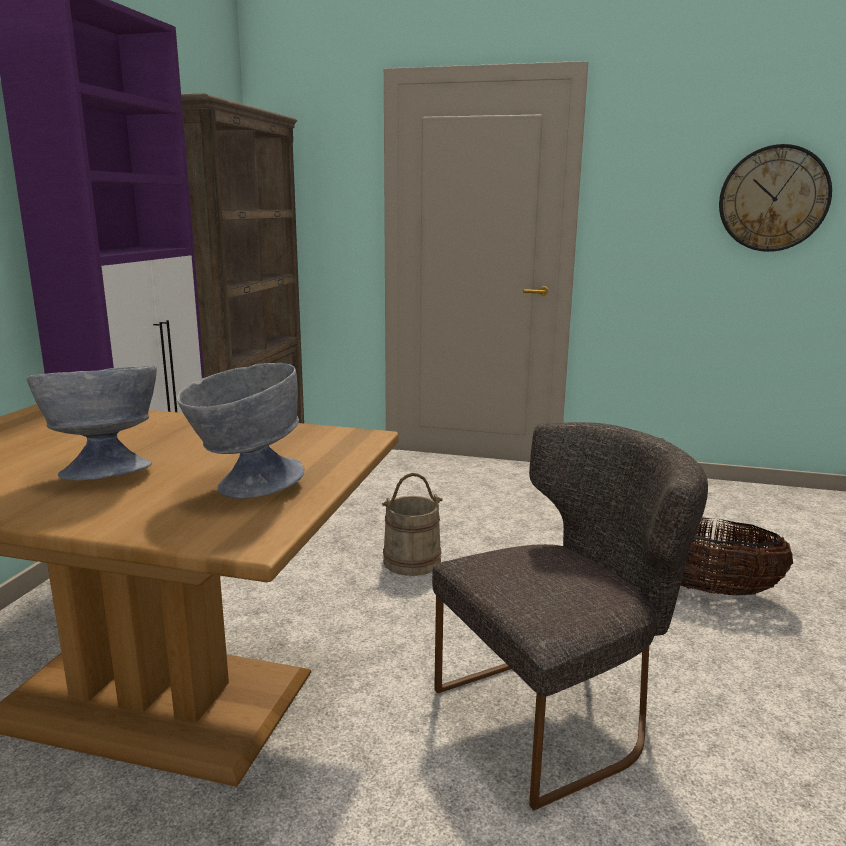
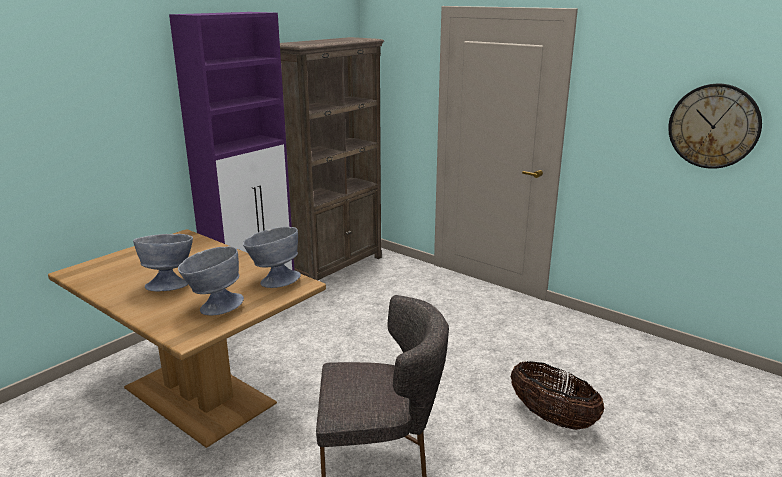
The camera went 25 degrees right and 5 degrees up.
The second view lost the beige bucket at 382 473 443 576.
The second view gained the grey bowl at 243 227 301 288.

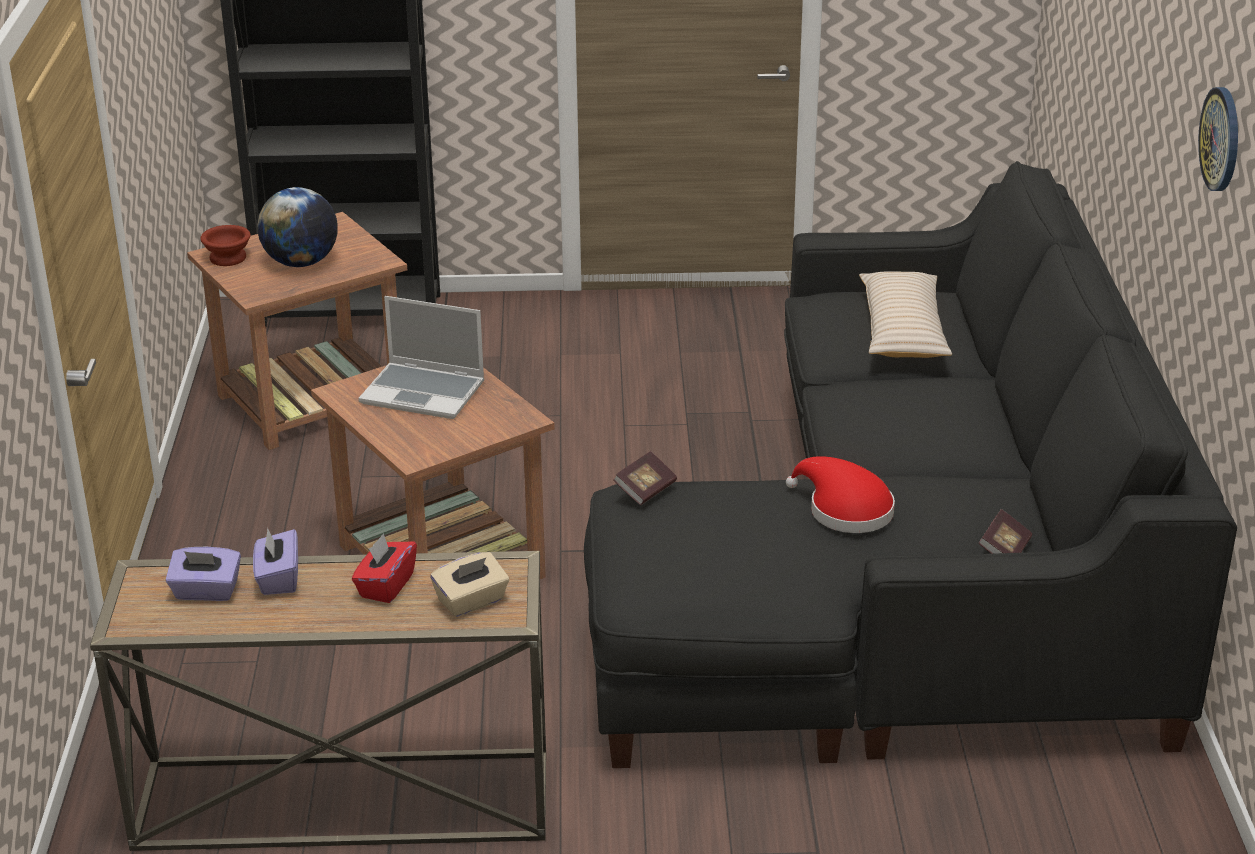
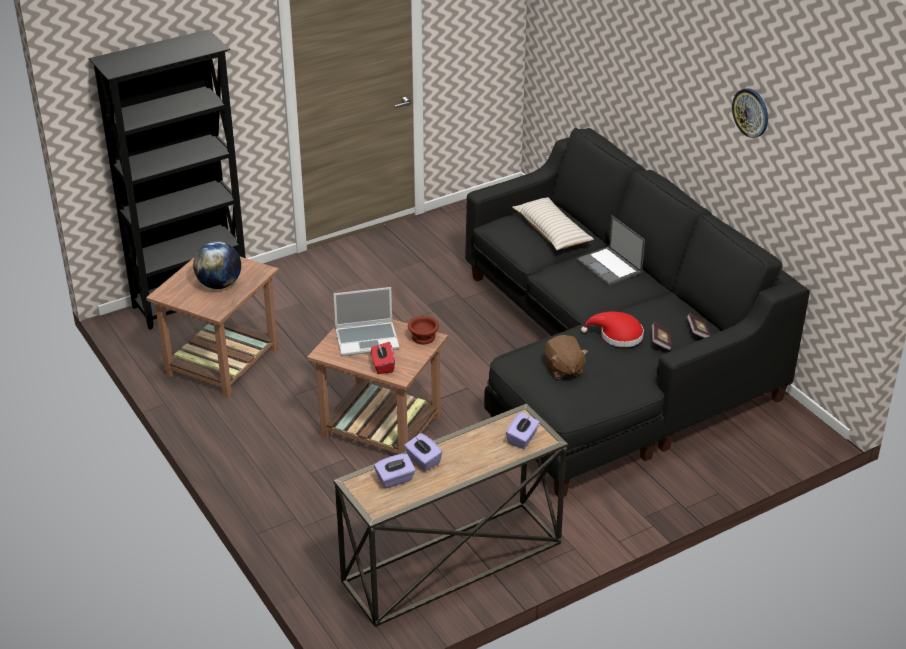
The camera went 30 degrees left and 5 degrees up.
The second view gained the brown plush toy at 544 335 588 379.
The second view gained the laptop at 577 215 645 286.
The brown bowl ended up elsewhere, having gone from 200 225 251 266 to 408 316 439 344.
The red tissue box ended up elsewhere, having gone from 352 533 417 603 to 371 342 395 374.
The book ended up elsewhere, having gone from 613 451 677 505 to 652 322 672 350.
What was the beige tissue box at 431 552 509 617 turned into the purple tissue box at 506 412 540 449.

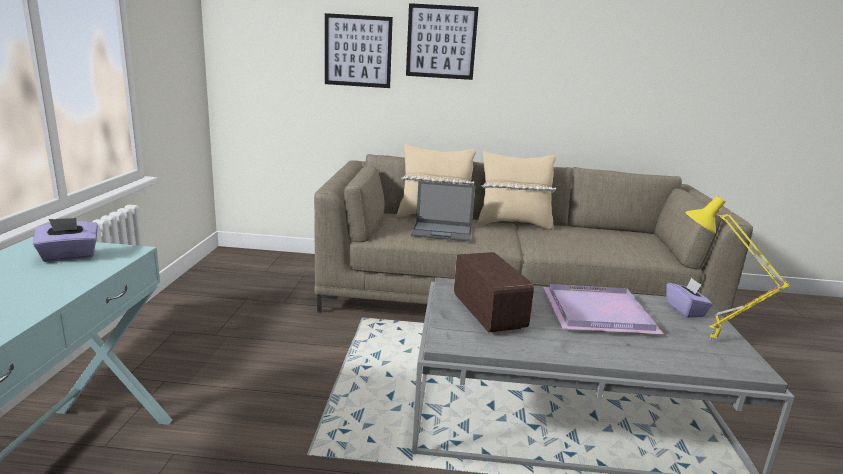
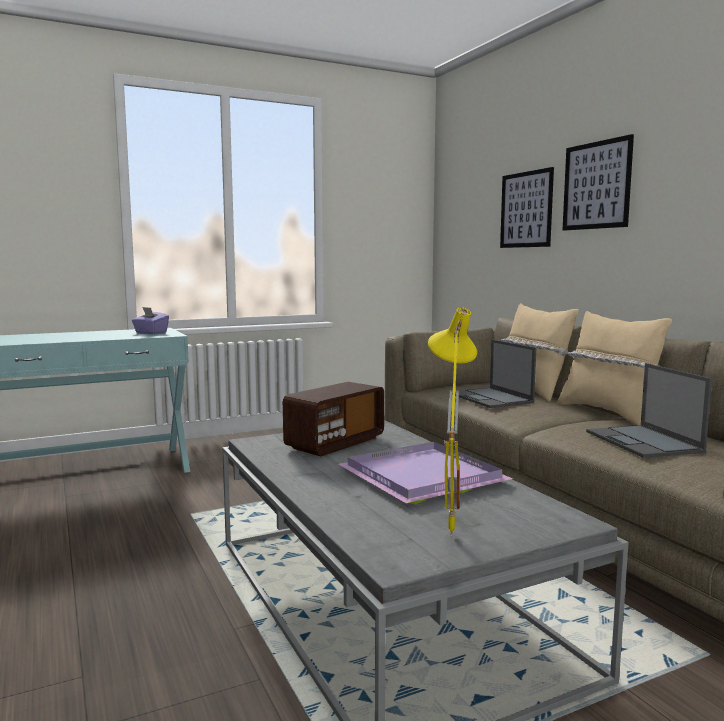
The camera went 60 degrees right and 10 degrees down.
The second view lost the purple tissue box at 666 278 713 318.
The second view gained the laptop at 586 363 712 458.

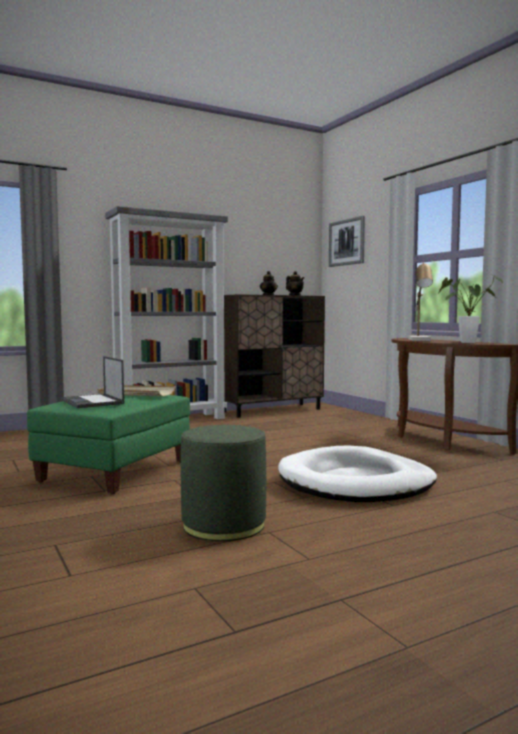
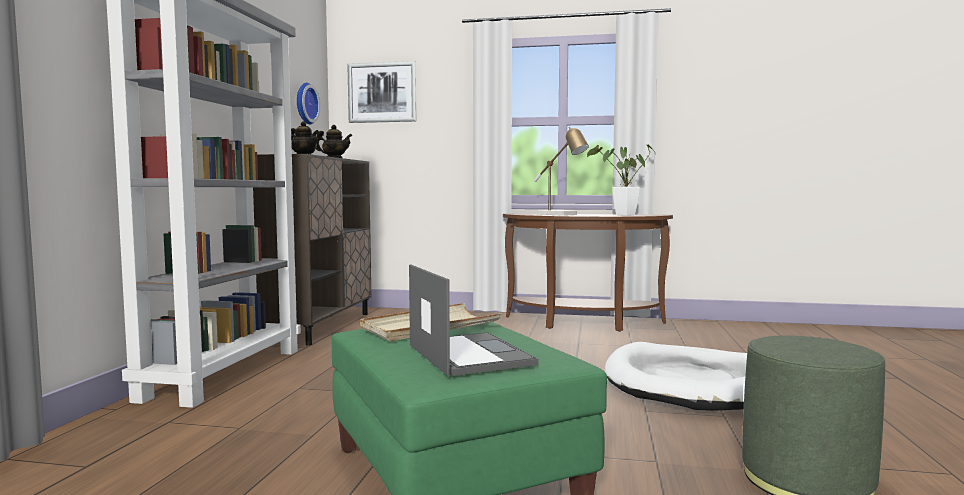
The camera went 50 degrees left and 0 degrees up.
The second view gained the wall clock at 297 83 320 124.
The laptop at 61 356 124 408 ended up facing another way, 120 degrees counterclockwise from before.

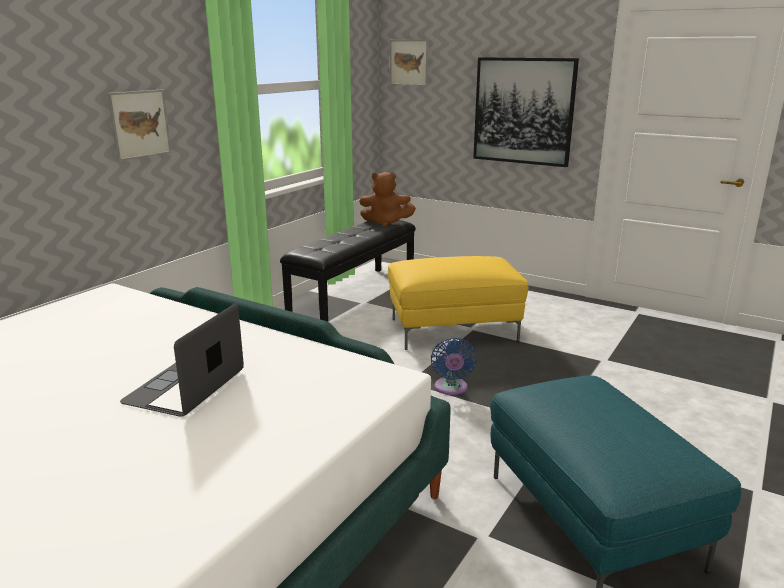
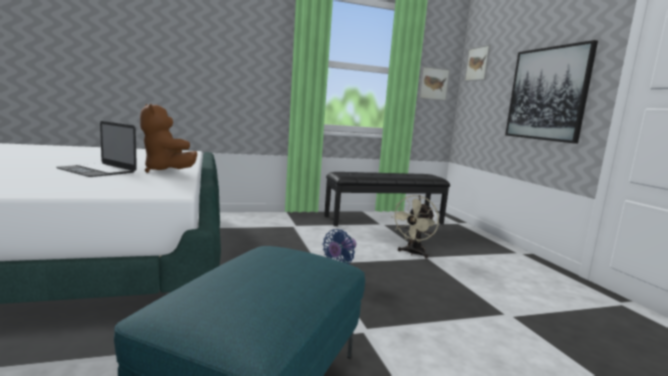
The camera went 40 degrees right and 10 degrees down.
The picture ended up elsewhere, having gone from 107 90 171 161 to 419 66 450 101.
The brown plush toy ended up elsewhere, having gone from 359 172 416 227 to 140 103 197 173.
Where the yellow ottoman stood at 388 256 528 350, the beige fan came to stand at 391 195 439 259.
The laptop at 120 304 244 417 ended up facing another way, 120 degrees counterclockwise from before.

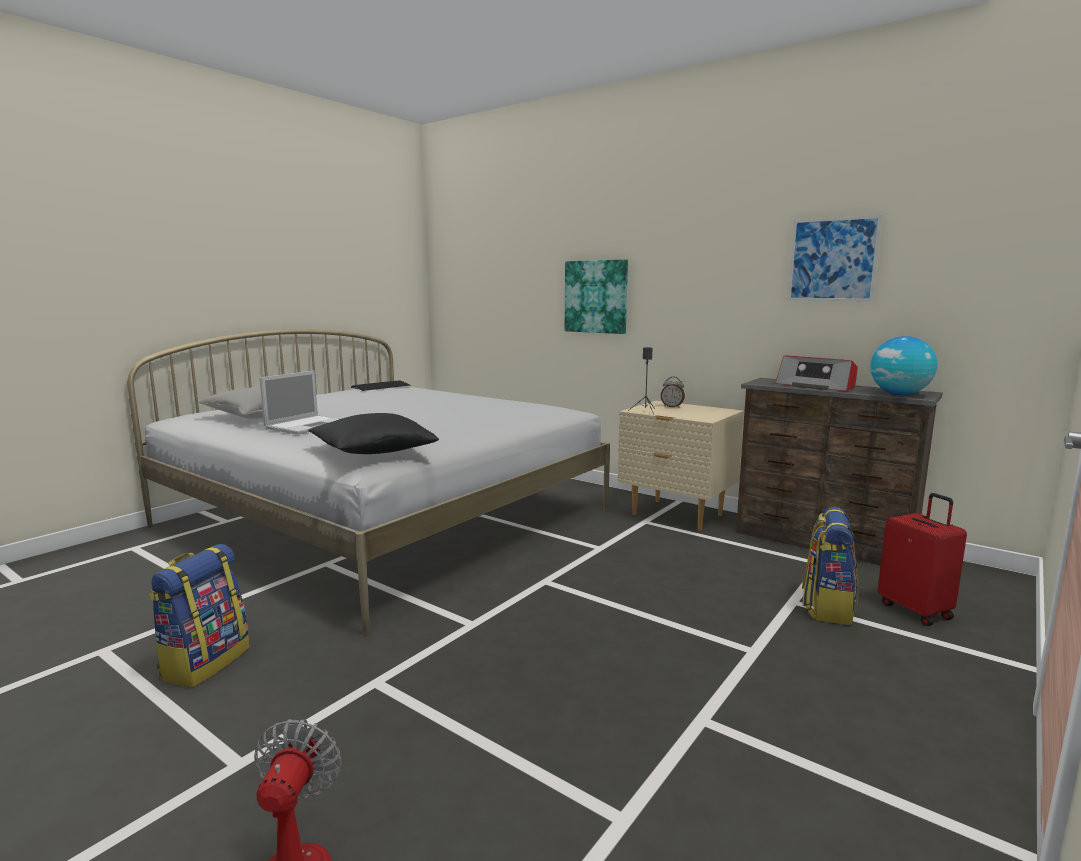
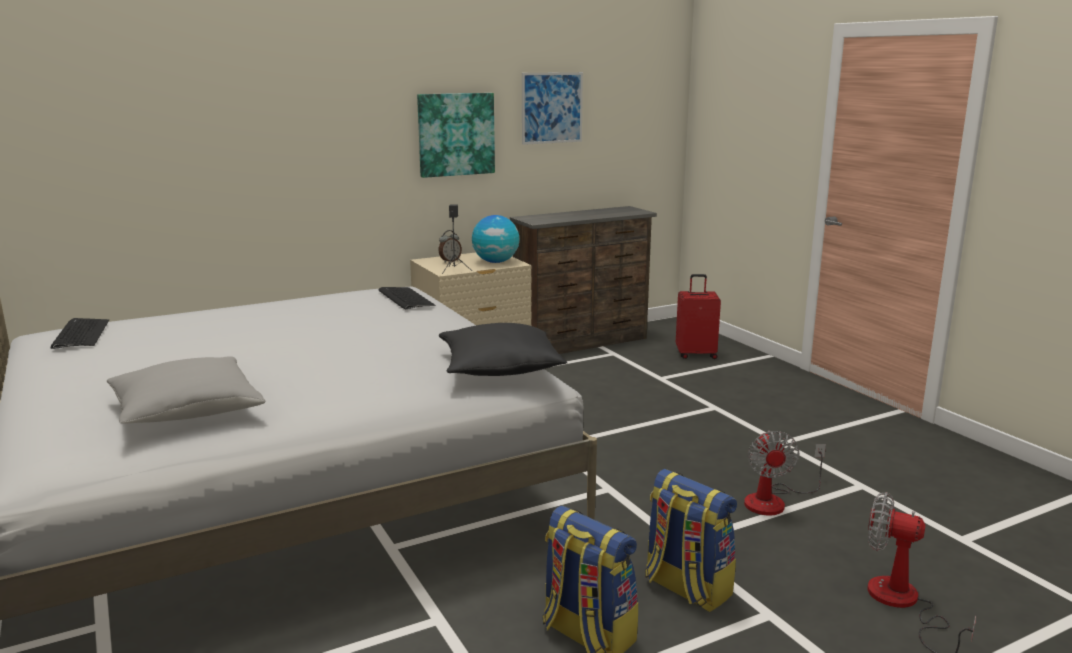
The camera went 65 degrees left and 5 degrees up.
The second view lost the laptop at 260 371 339 435.
The second view lost the radio at 775 355 858 391.
The second view gained the keyboard at 379 287 435 309.
The second view gained the fan at 744 430 826 516.
The picture ended up elsewhere, having gone from 565 259 628 334 to 417 93 495 178.
The backpack ended up elsewhere, having gone from 802 507 859 625 to 645 469 737 612.
The globe ended up elsewhere, having gone from 870 336 937 395 to 472 215 519 263.

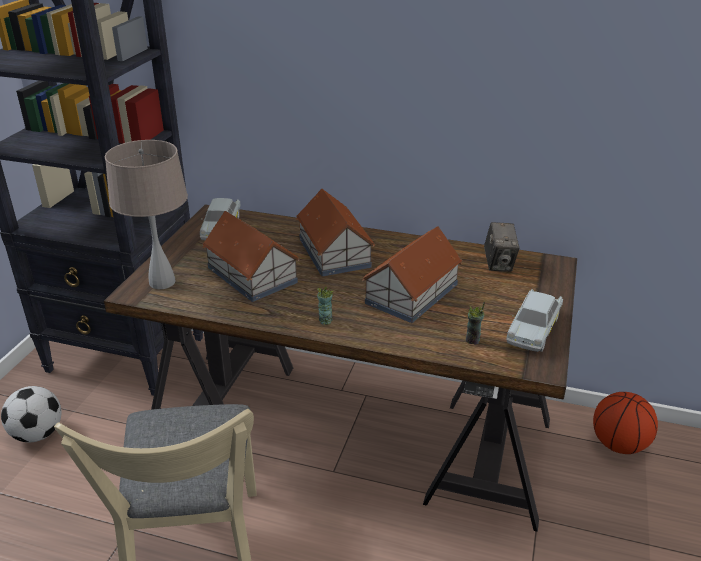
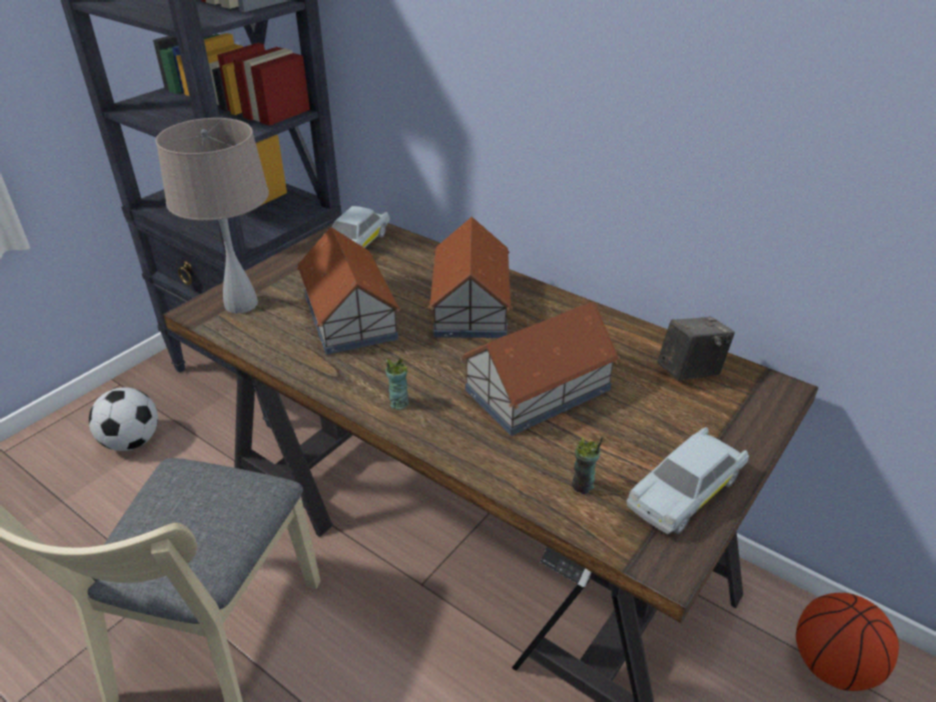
The camera went 20 degrees right and 5 degrees up.
The photo camera at 484 222 520 272 ended up facing another way, 135 degrees counterclockwise from before.

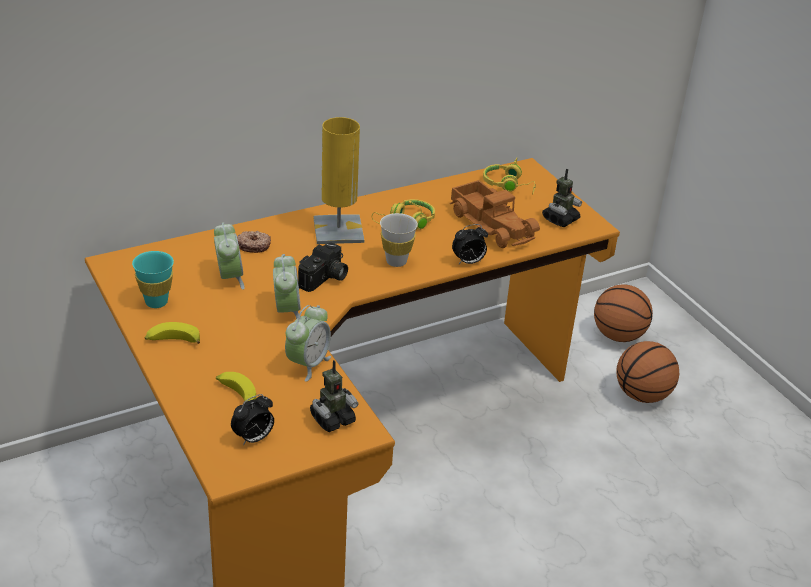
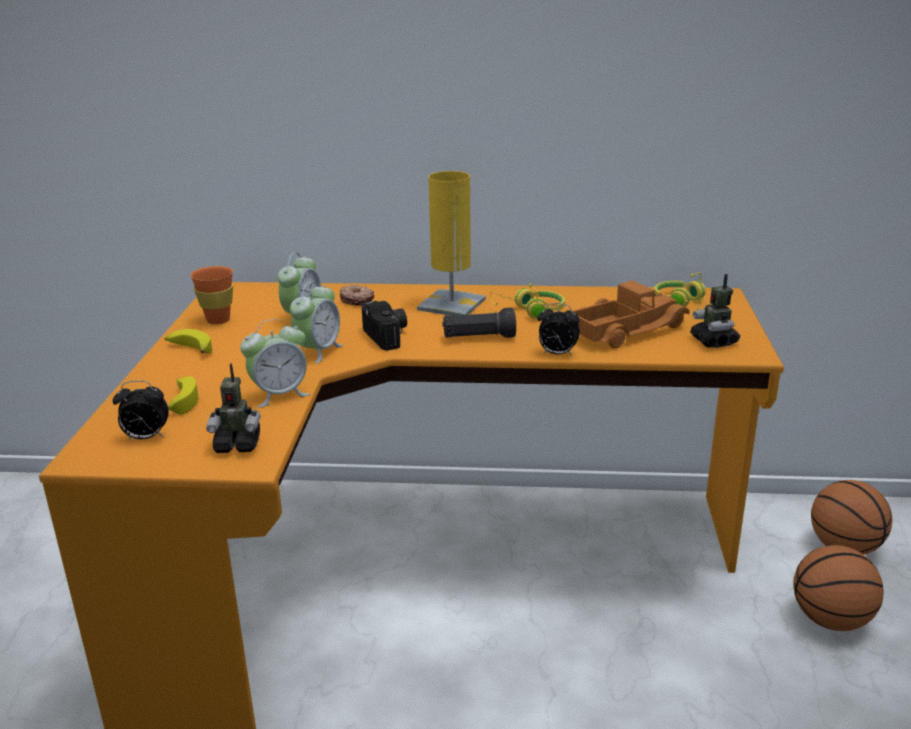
The camera went 35 degrees right and 10 degrees down.
Where the white cup stood at 380 213 418 267, the black flashlight came to stand at 442 308 516 338.
What was the turquoise cup at 132 251 174 308 turned into the orange cup at 190 266 233 324.
The photo camera at 298 243 348 292 ended up facing another way, 90 degrees counterclockwise from before.
The toy truck at 449 180 540 248 ended up facing another way, 120 degrees counterclockwise from before.
The toy robot at 542 169 582 227 ended up facing another way, 90 degrees clockwise from before.

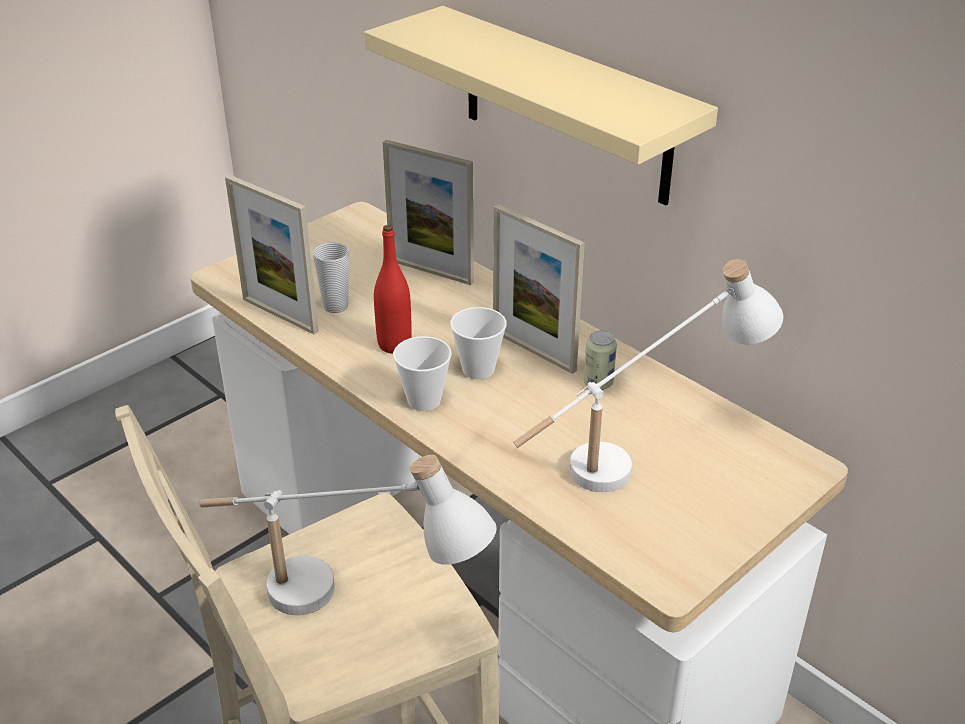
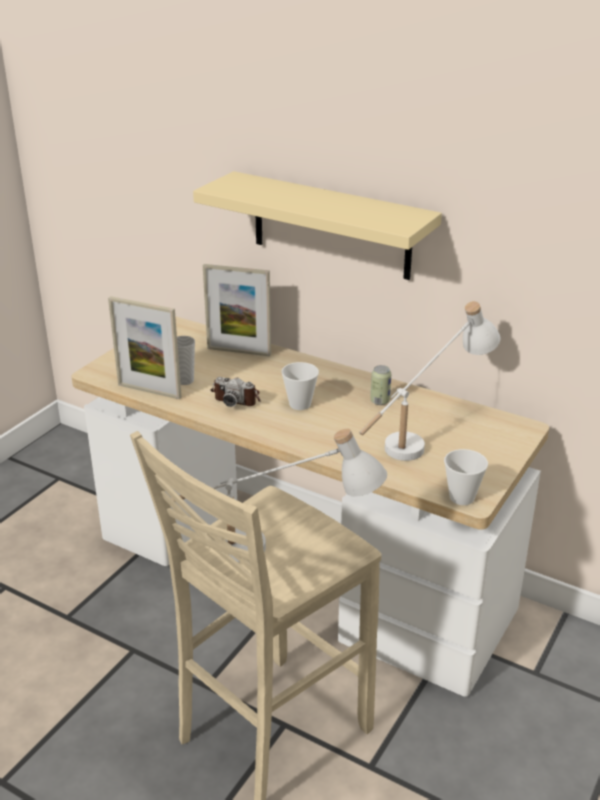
The camera went 15 degrees left and 5 degrees down.
The second view lost the picture frame at 493 204 585 374.
The cup ended up elsewhere, having gone from 393 336 452 411 to 444 449 488 505.
Where the red bottle stood at 374 225 412 354, the photo camera came to stand at 210 377 261 407.

